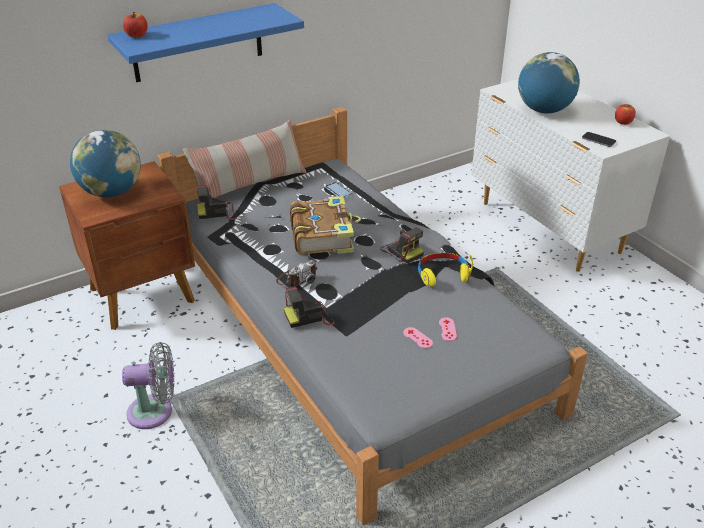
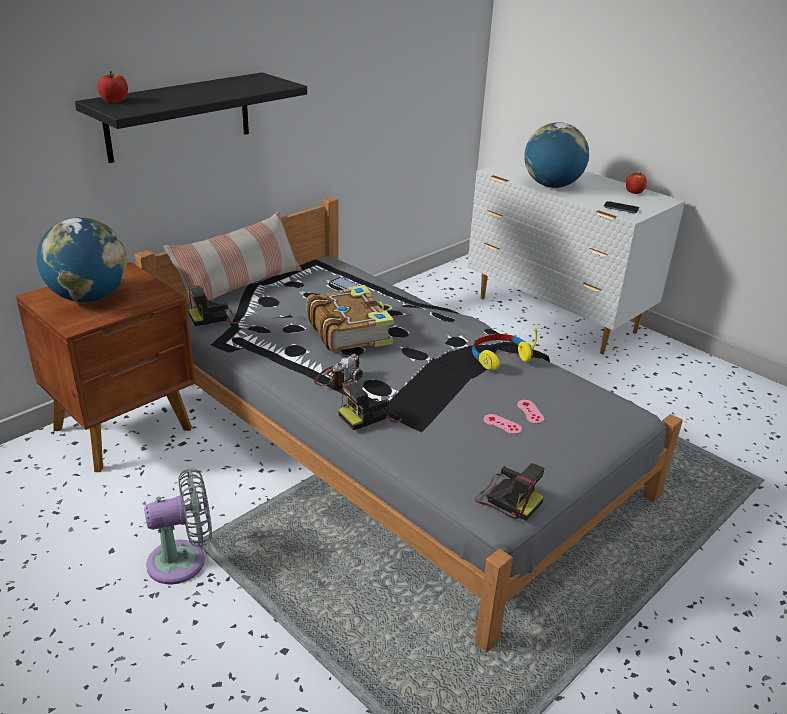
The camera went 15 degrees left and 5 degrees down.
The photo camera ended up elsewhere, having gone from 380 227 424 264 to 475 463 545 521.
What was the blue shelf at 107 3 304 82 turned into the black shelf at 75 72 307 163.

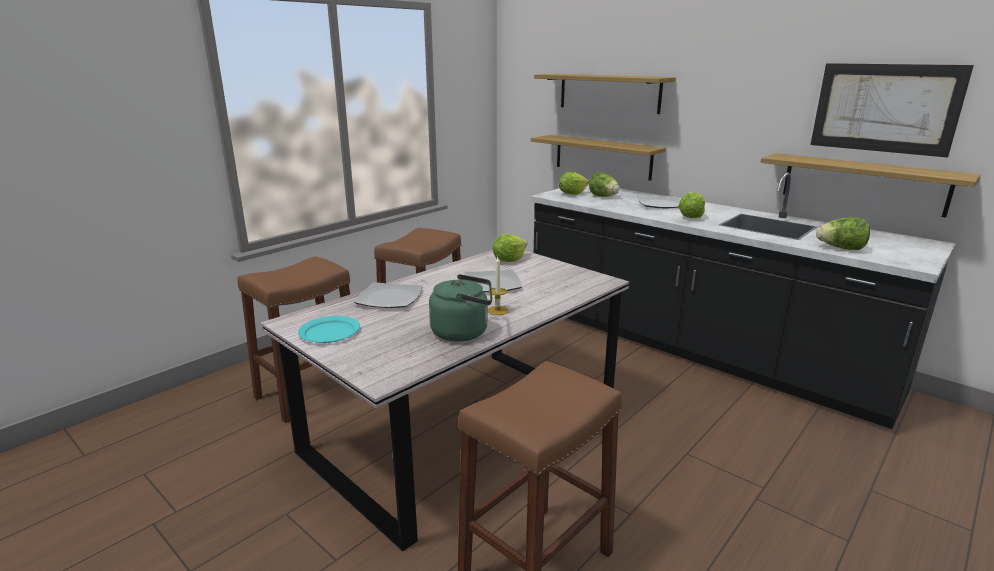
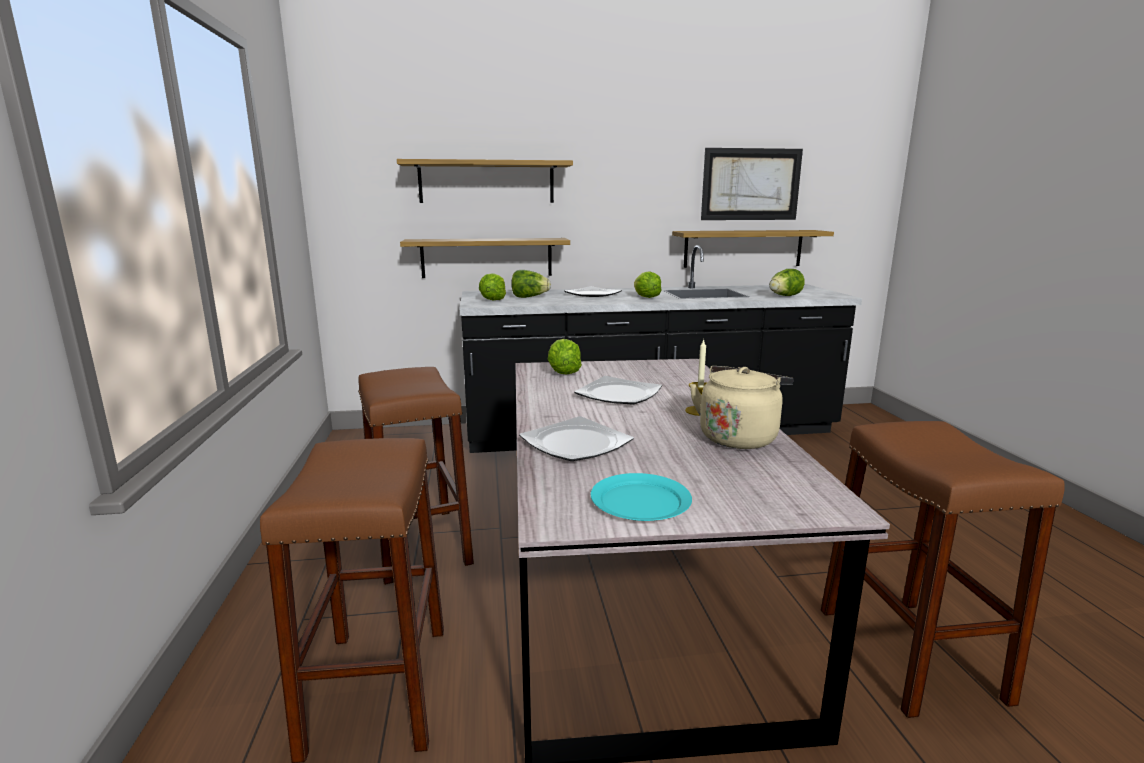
The camera went 50 degrees left and 5 degrees down.
What was the green kettle at 429 274 492 342 turned into the beige kettle at 690 366 793 449.

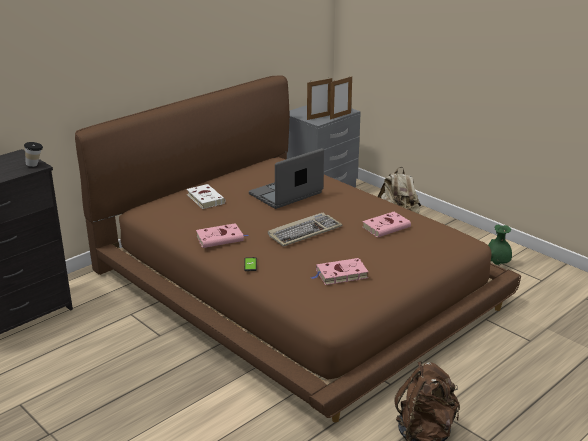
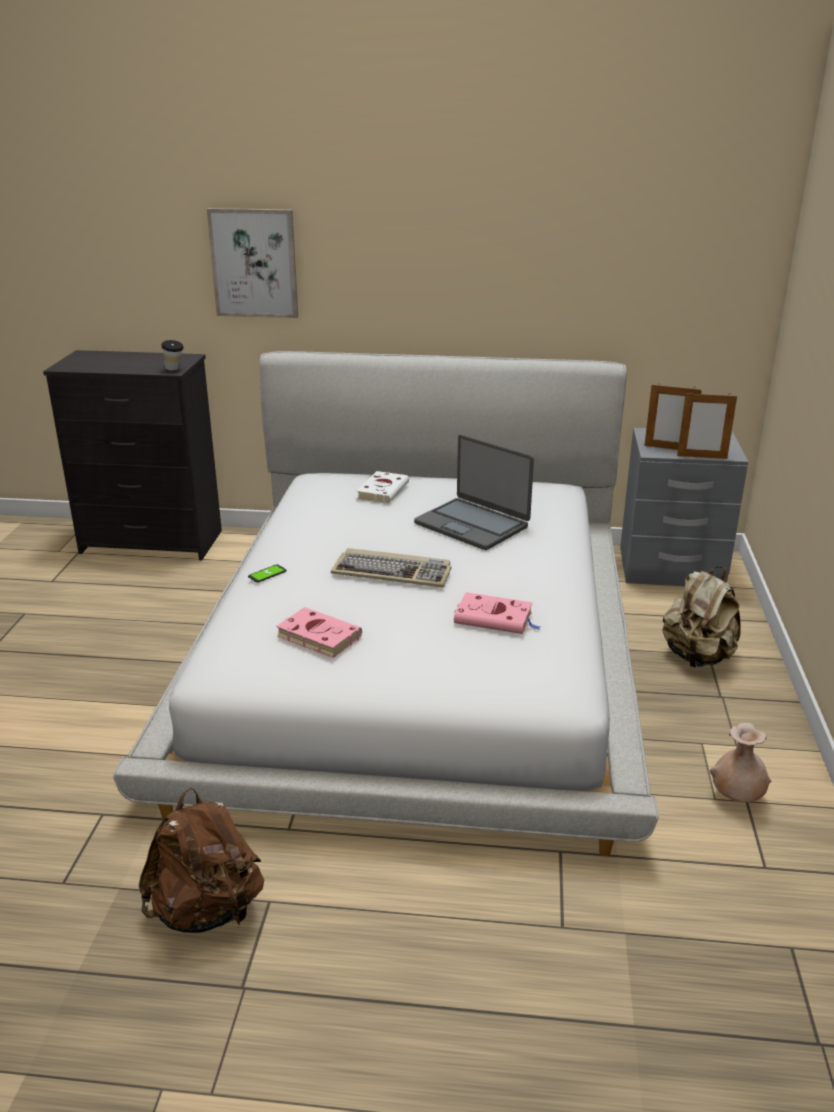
The camera went 50 degrees right and 0 degrees up.
The second view lost the pink book at 196 223 248 248.
The second view gained the picture at 207 208 298 318.
What was the brown bed at 75 75 521 422 turned into the white bed at 113 351 659 856.
What was the green vase at 488 225 512 265 turned into the beige vase at 710 723 771 803.
The laptop at 249 148 324 209 ended up facing another way, 150 degrees counterclockwise from before.

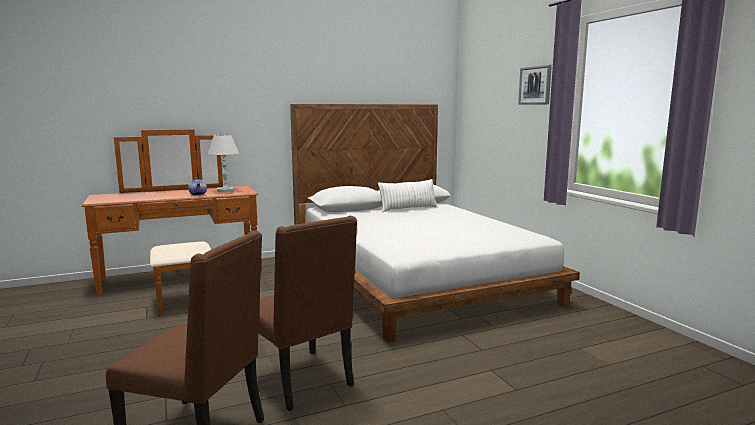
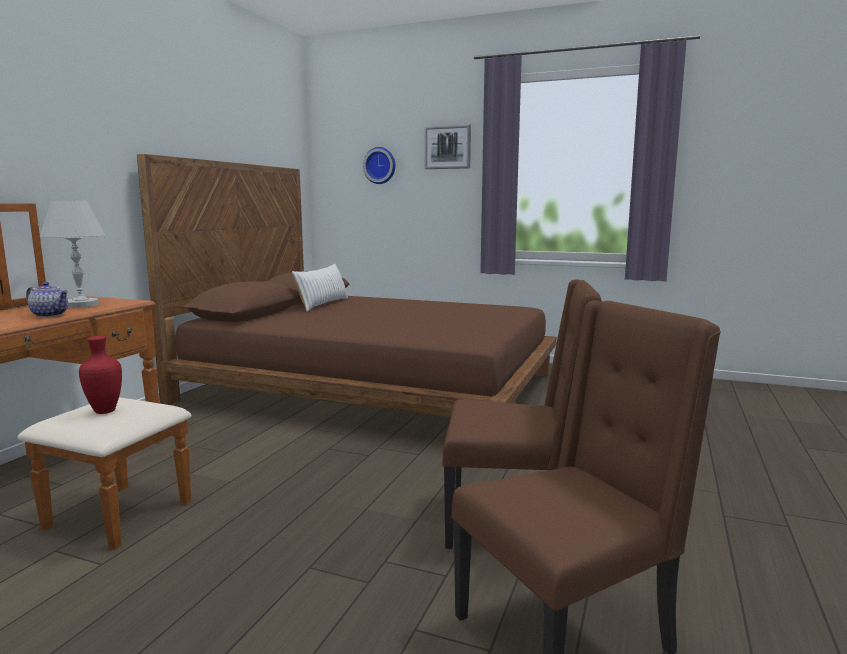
The camera went 45 degrees left and 0 degrees up.
The second view gained the red vase at 79 336 122 414.
The second view gained the wall clock at 363 147 396 184.
What was the white bed at 290 104 580 343 turned into the brown bed at 137 154 557 417.

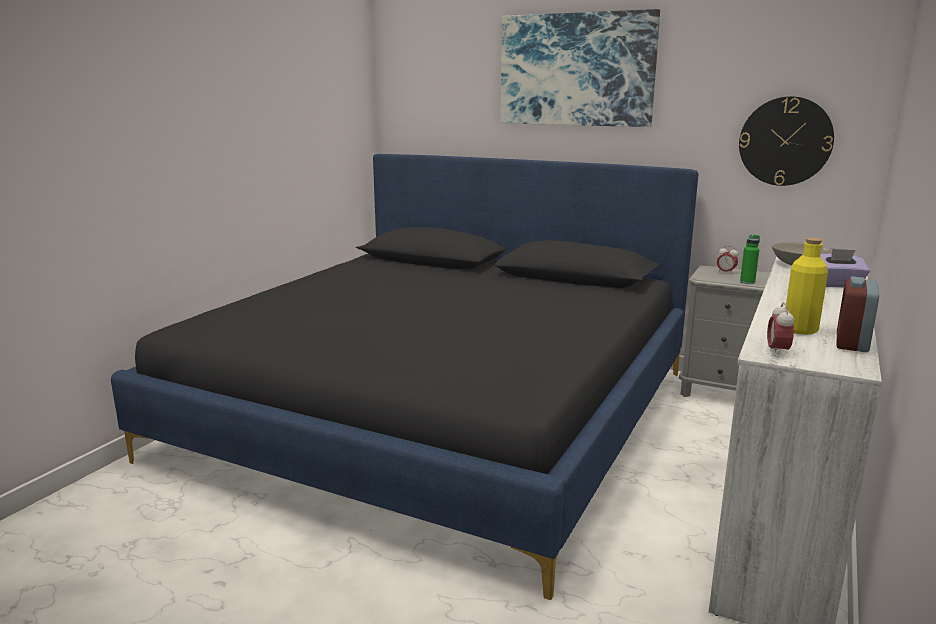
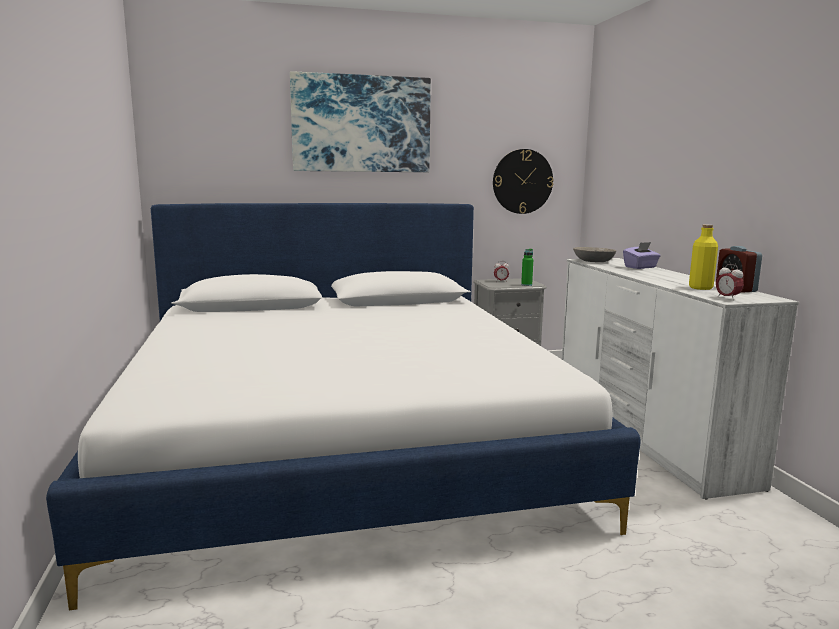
The camera went 40 degrees left and 5 degrees down.
What was the black bed at 111 154 698 600 turned into the white bed at 46 203 641 610.

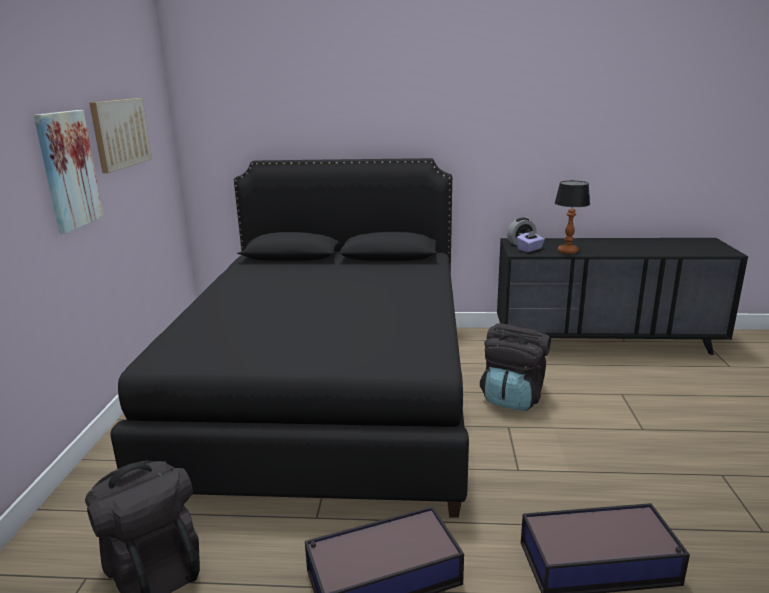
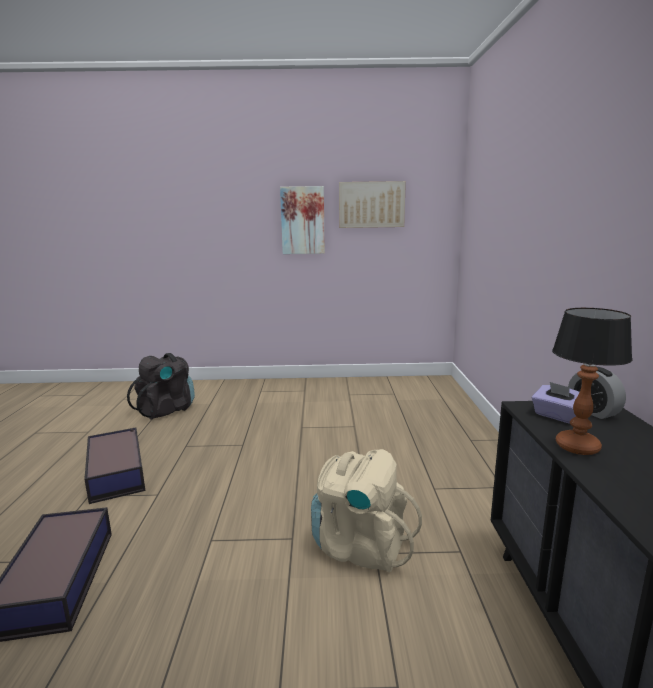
The camera went 85 degrees right and 5 degrees down.
The second view lost the black bed at 110 158 469 518.
What was the black backpack at 480 323 551 411 turned into the beige backpack at 311 449 422 573.

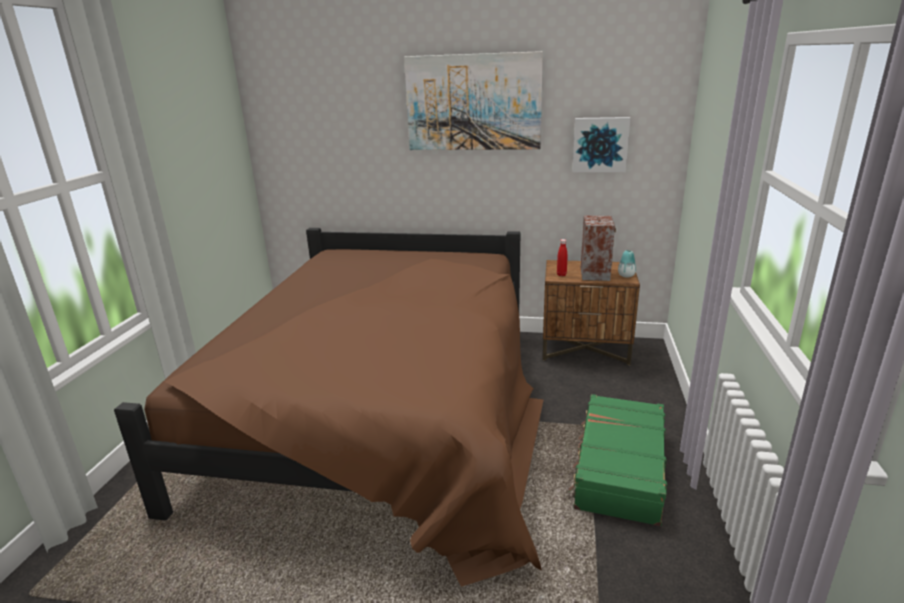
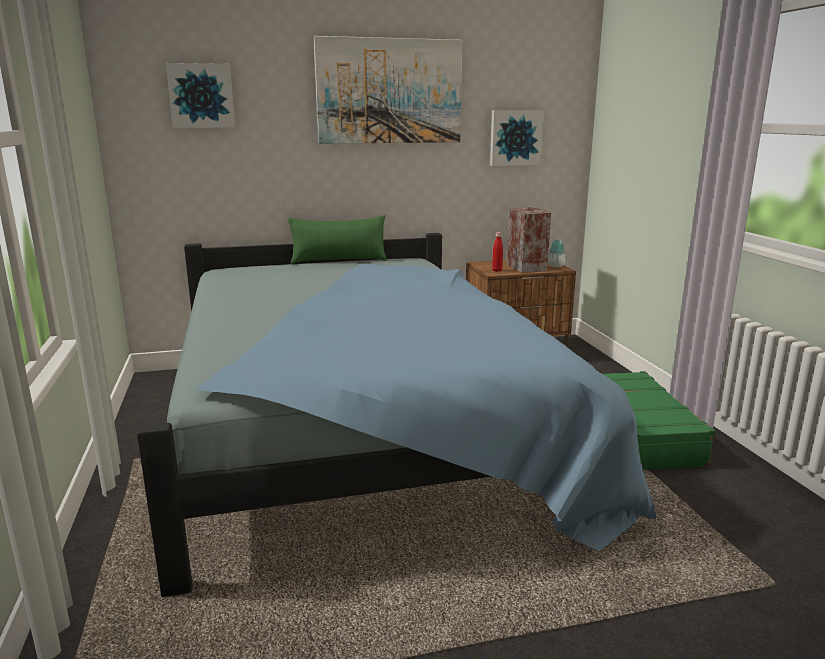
The camera went 25 degrees left and 5 degrees down.
The second view gained the picture at 166 63 235 128.
The second view gained the green pillow at 288 215 387 264.
What was the brown bed at 114 228 544 587 turned into the blue bed at 137 233 656 597.

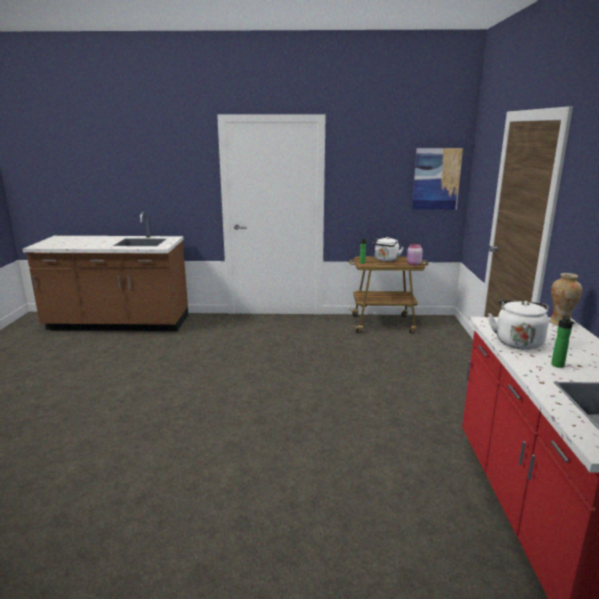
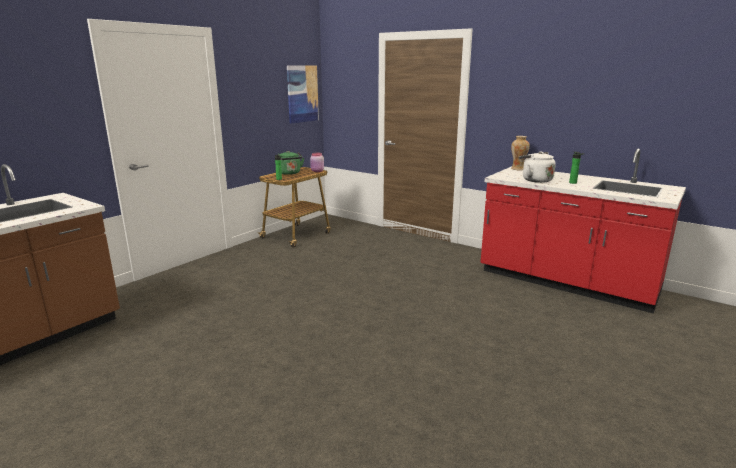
The camera went 55 degrees left and 0 degrees up.
What was the white kettle at 372 237 404 262 turned into the green kettle at 278 151 304 175.

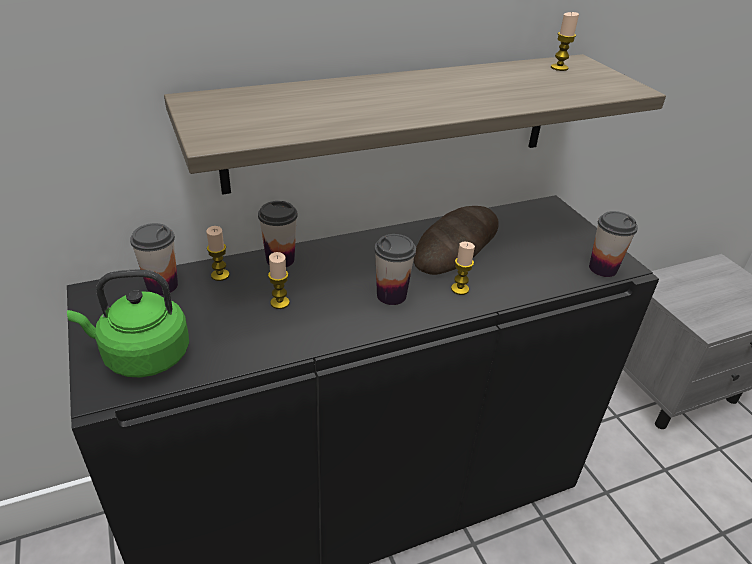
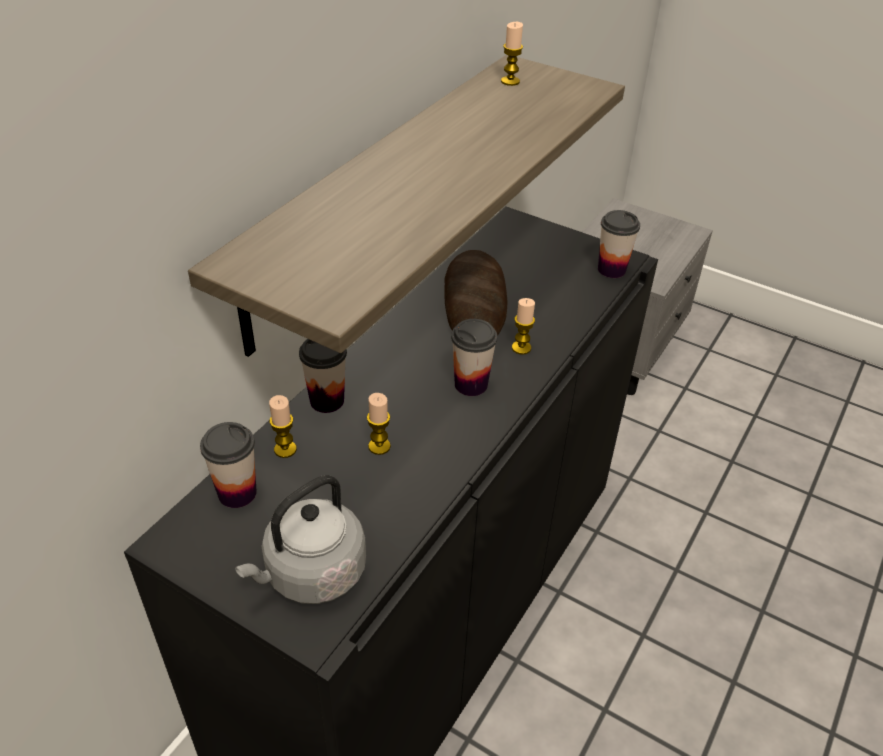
The camera went 35 degrees left and 5 degrees up.
What was the green kettle at 67 270 189 377 turned into the grey kettle at 235 475 366 604.

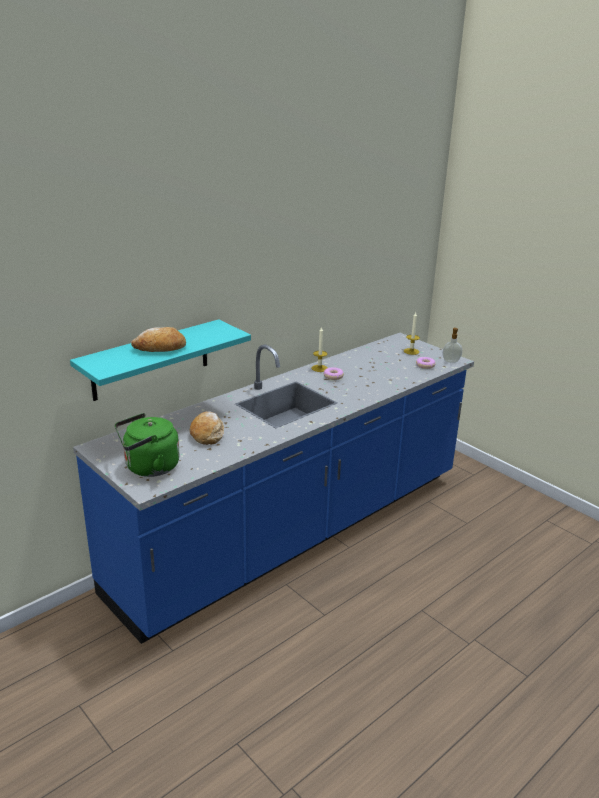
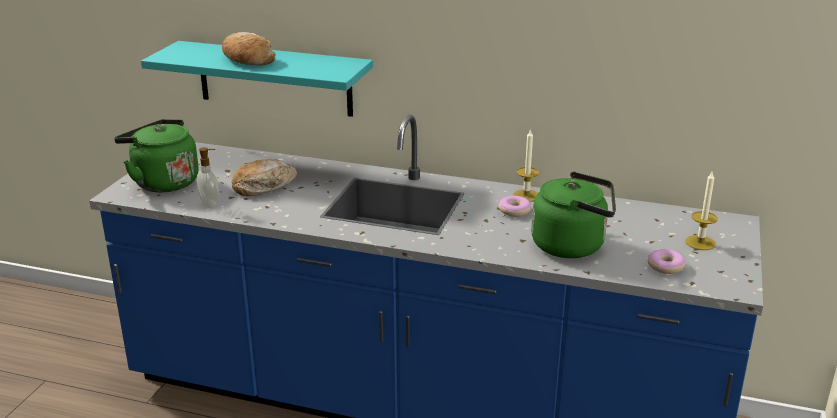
The camera went 60 degrees right and 0 degrees up.
The second view gained the green kettle at 531 172 616 258.
The soap dispenser ended up elsewhere, having gone from 443 328 462 363 to 197 147 219 208.

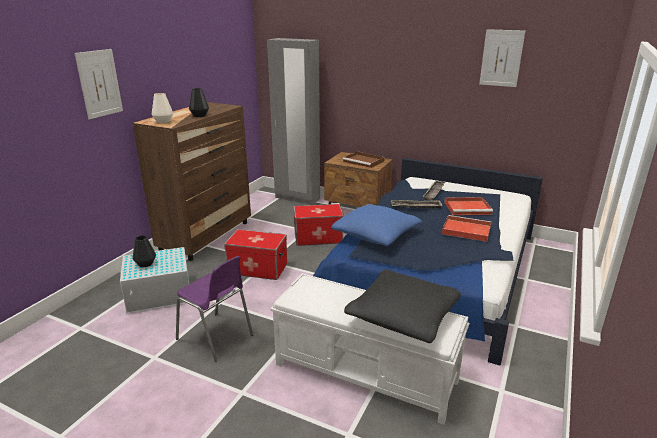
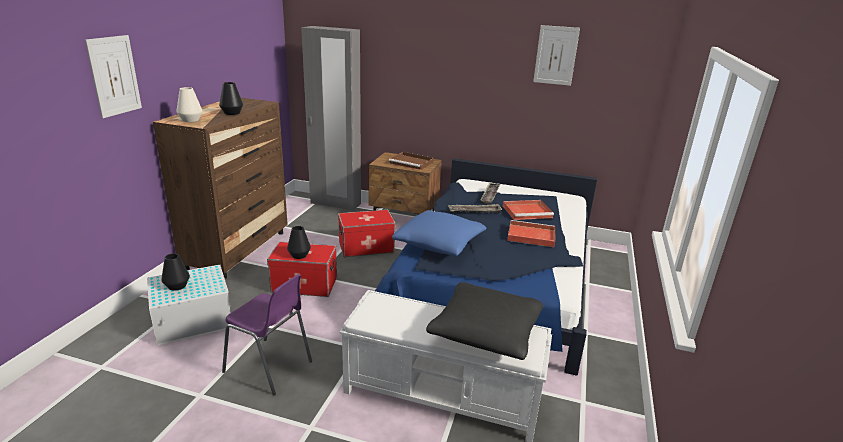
The camera went 10 degrees left and 0 degrees up.
The second view gained the black vase at 287 226 311 259.

